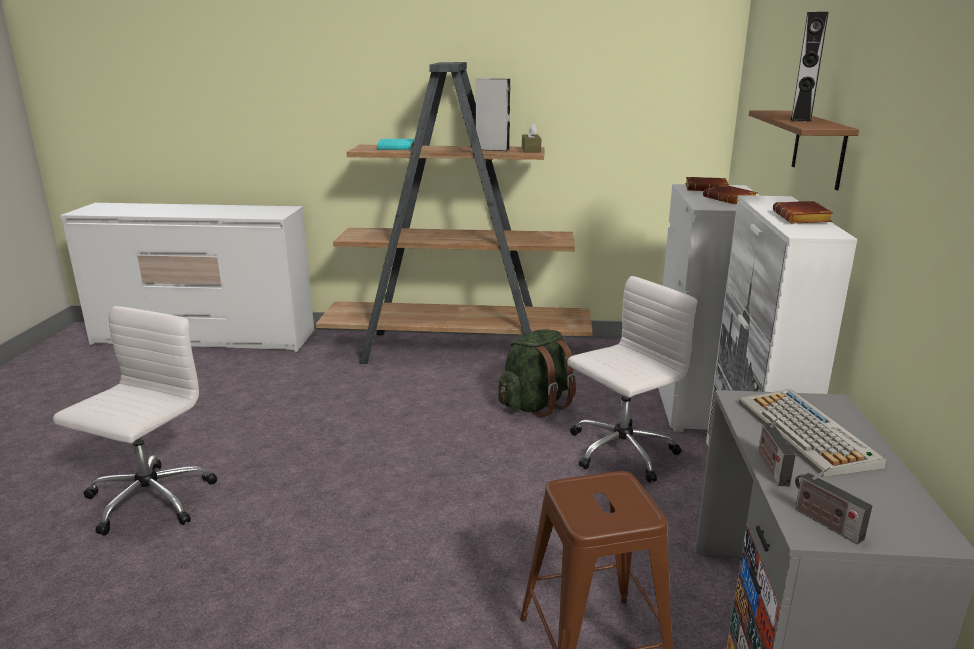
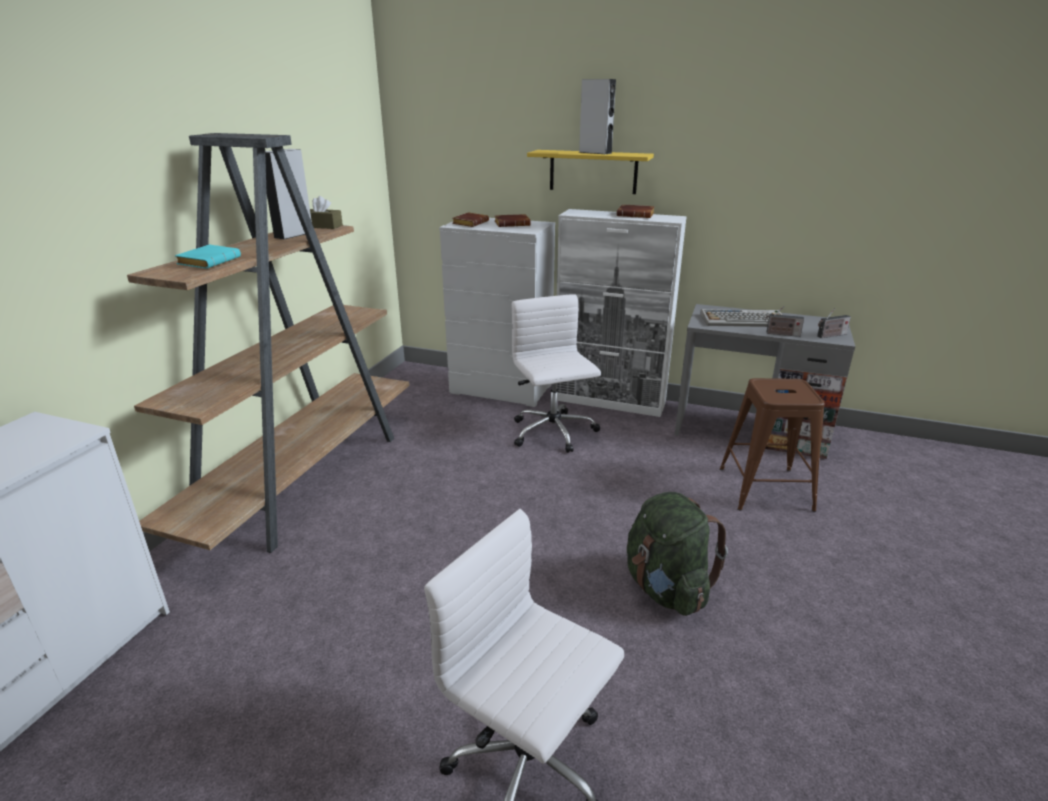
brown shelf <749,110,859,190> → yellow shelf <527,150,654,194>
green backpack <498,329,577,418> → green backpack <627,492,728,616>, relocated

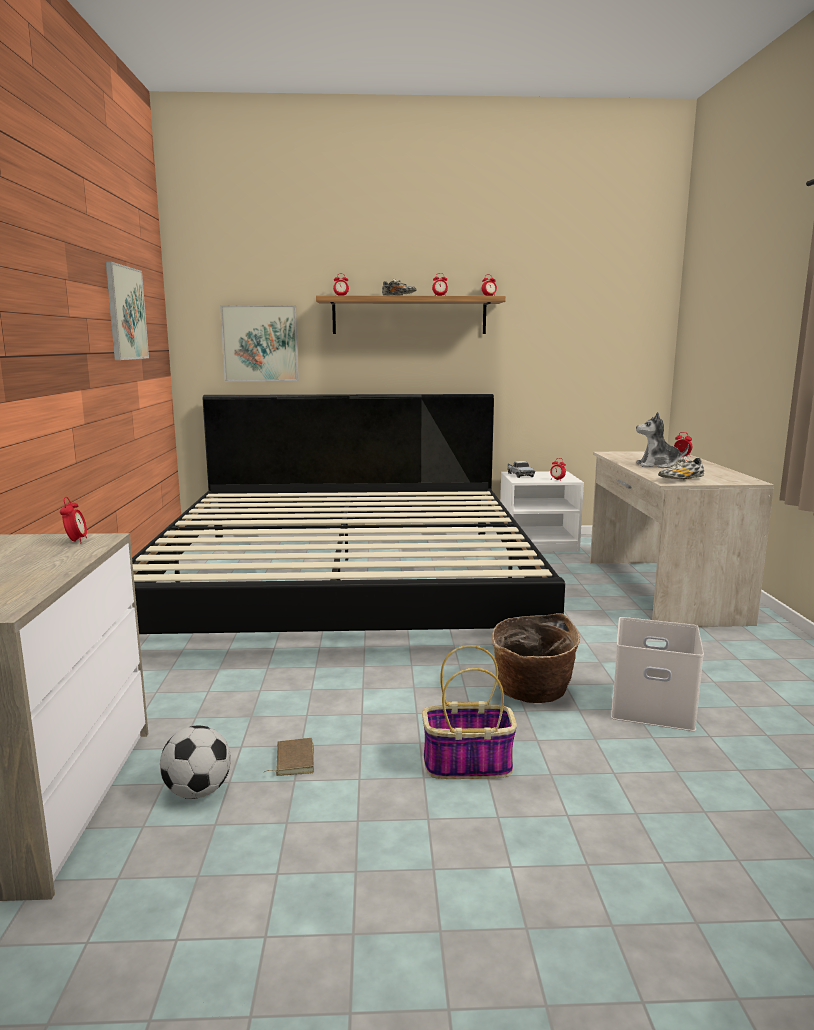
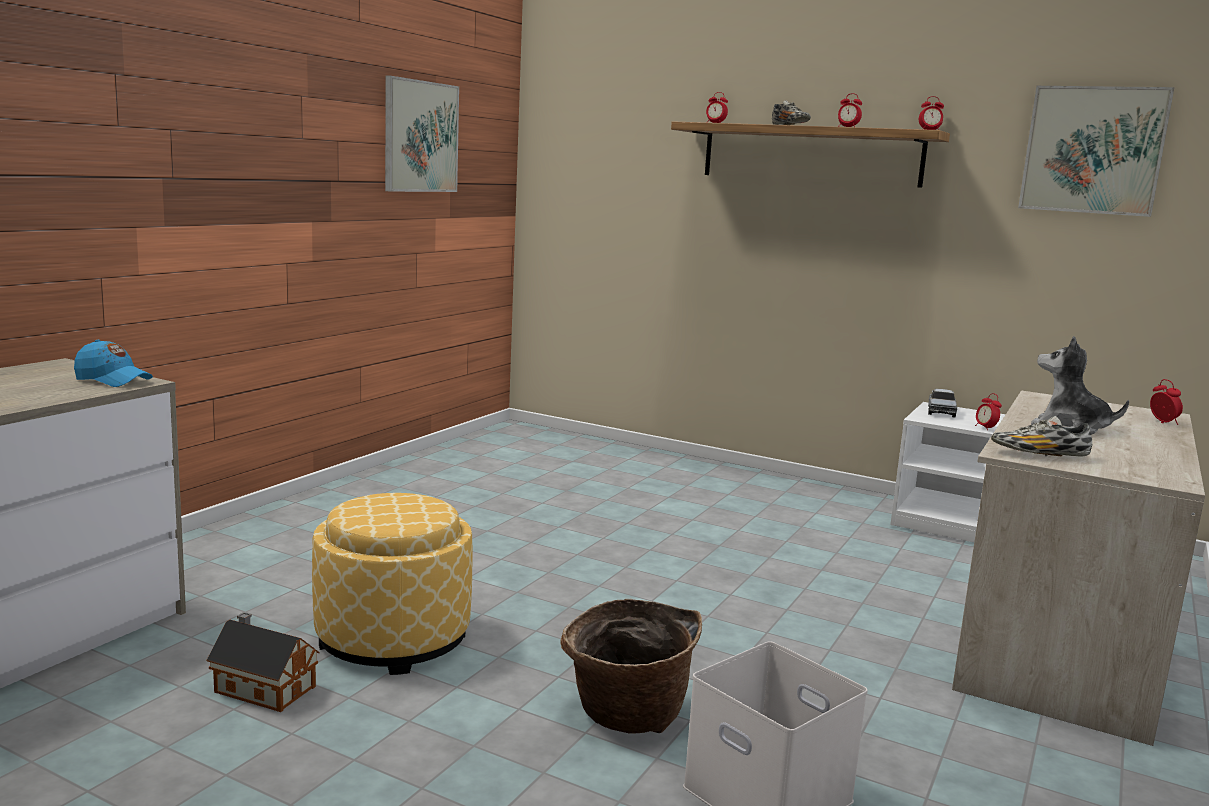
alarm clock <60,497,87,544> → blue cap <74,340,153,387>
brown book <264,738,314,776> → toy house <206,612,320,712>
- → ottoman <312,493,472,675>
picture <220,305,299,381> → picture <1018,86,1174,217>, relocated
bed <132,394,565,634> → -
football <160,726,231,799> → -
basket <422,645,517,779> → -

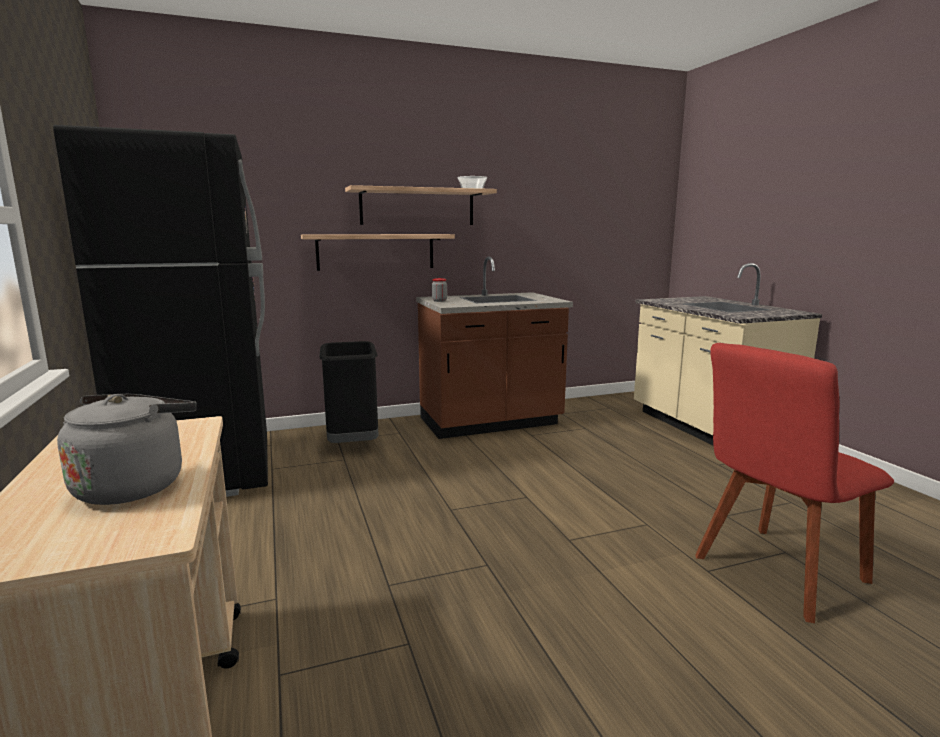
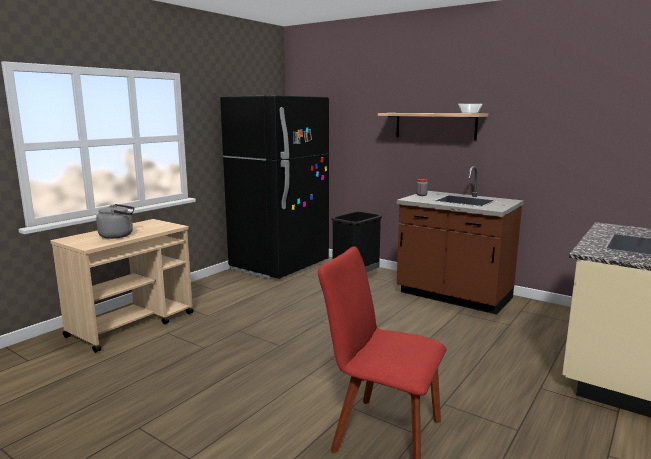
shelf <301,234,455,271> → -

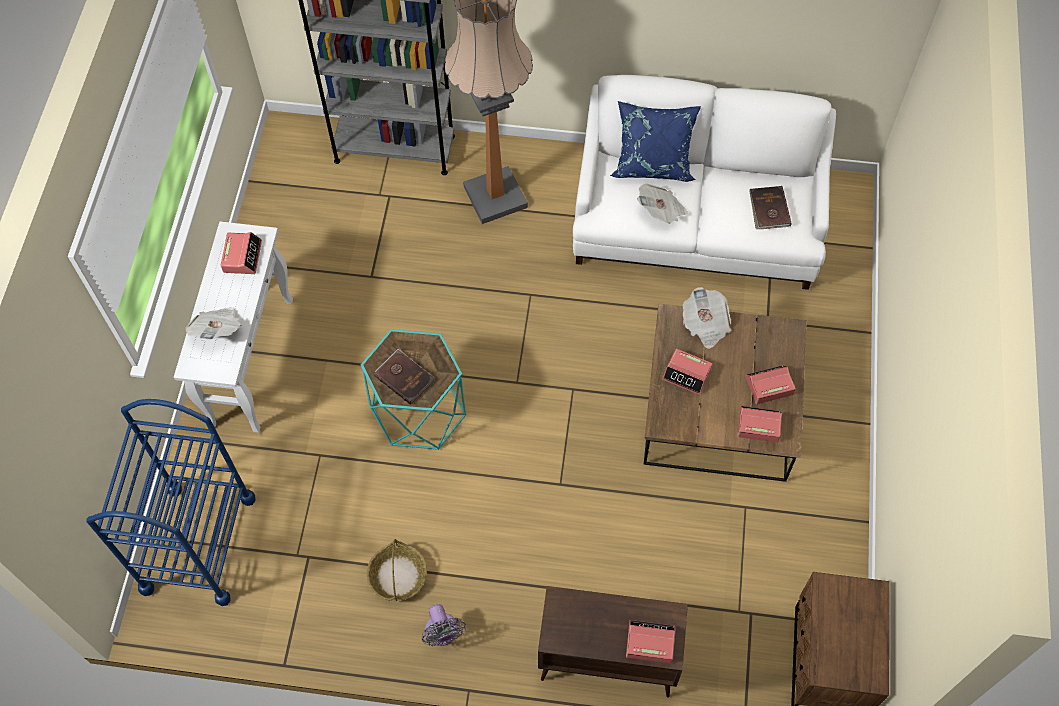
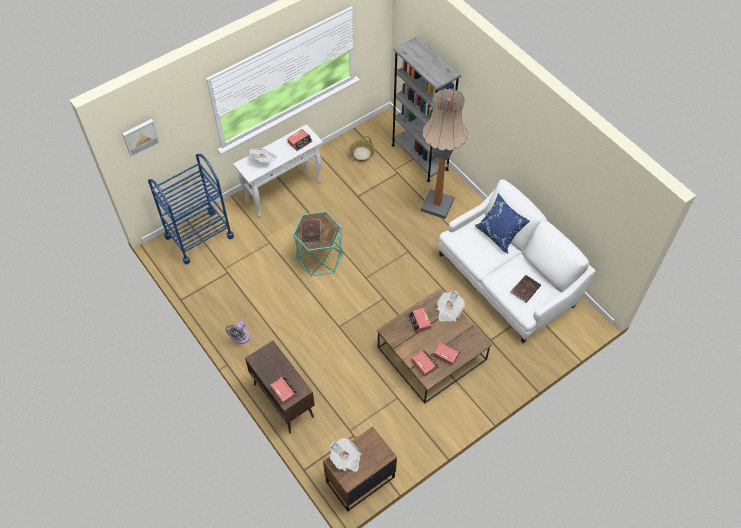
- → picture <122,119,160,157>
newspaper <637,184,688,224> → newspaper <330,438,361,472>, relocated
basket <367,539,427,601> → basket <348,136,375,161>, relocated

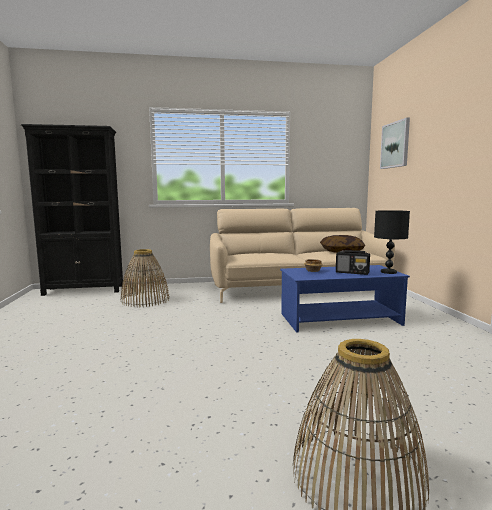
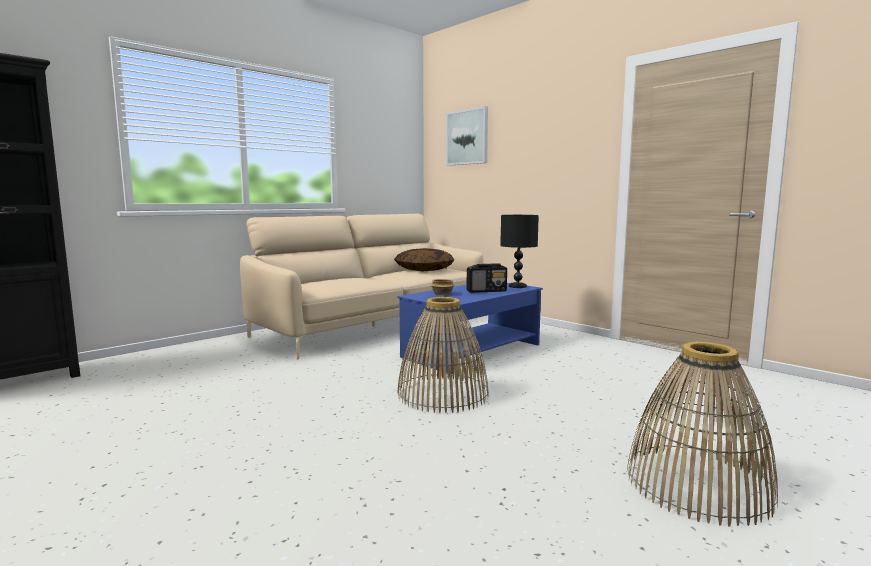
basket <121,249,170,307> → basket <397,297,489,413>, relocated

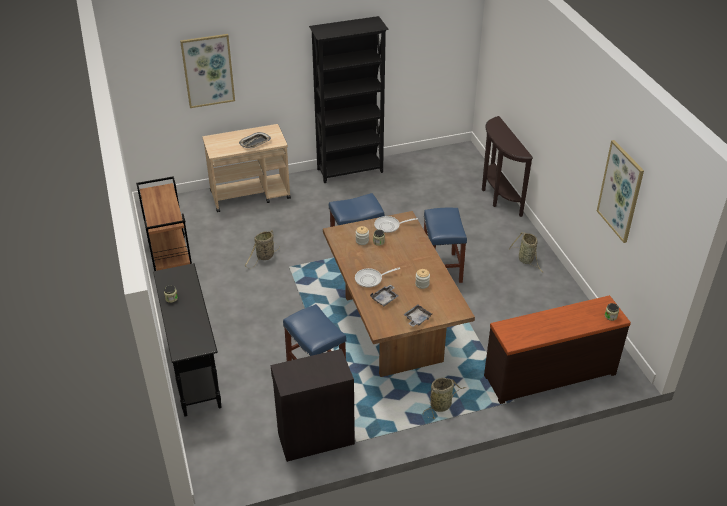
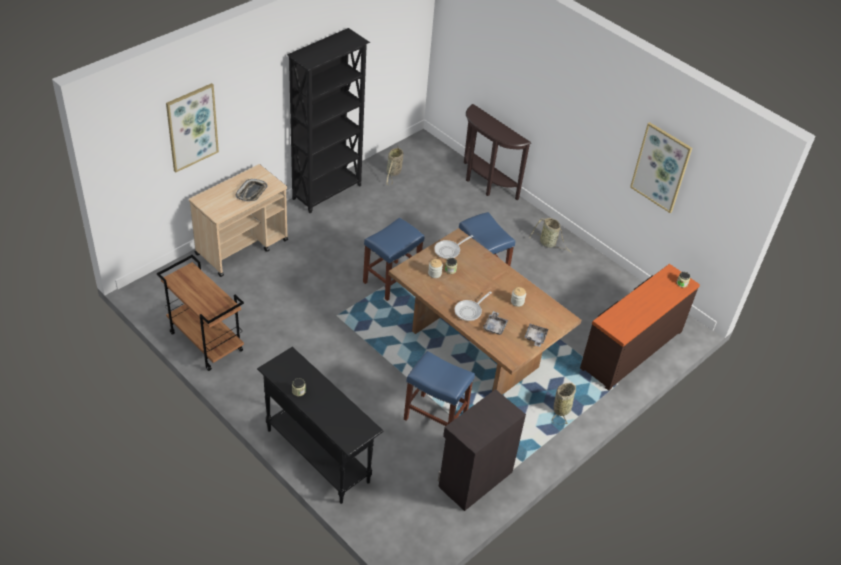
basket <245,230,280,269> → basket <386,146,403,186>, relocated

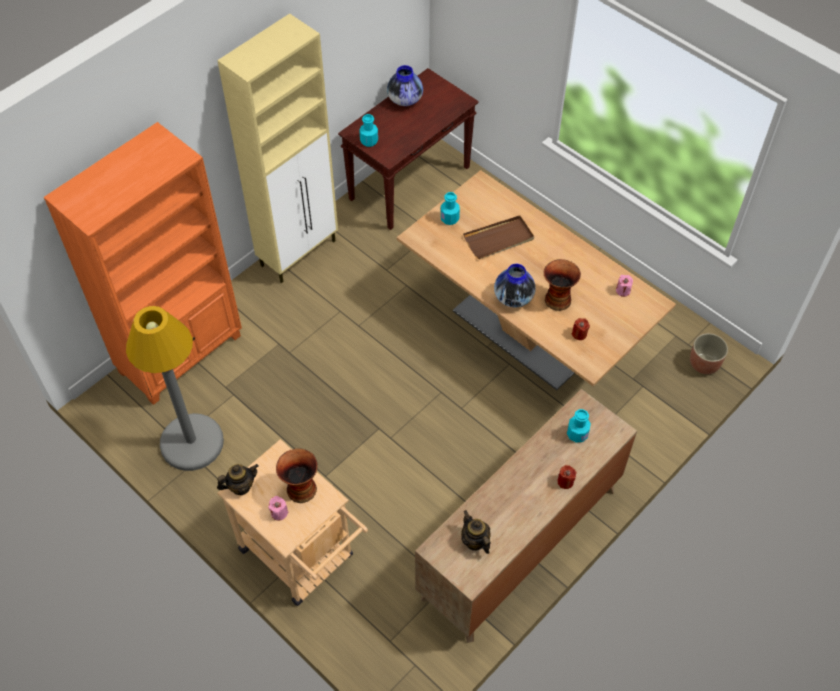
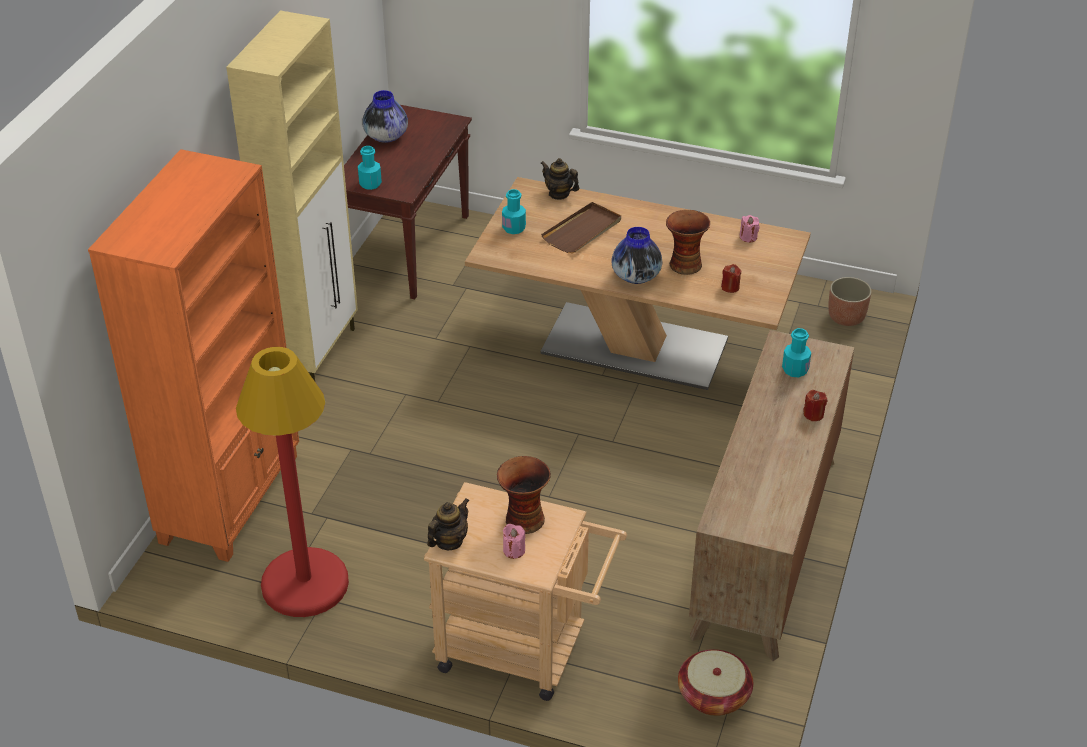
grey floor lamp <126,306,224,471> → red floor lamp <236,347,349,617>
teapot <461,510,491,554> → teapot <541,158,579,200>, relocated
- → basket <678,649,753,716>

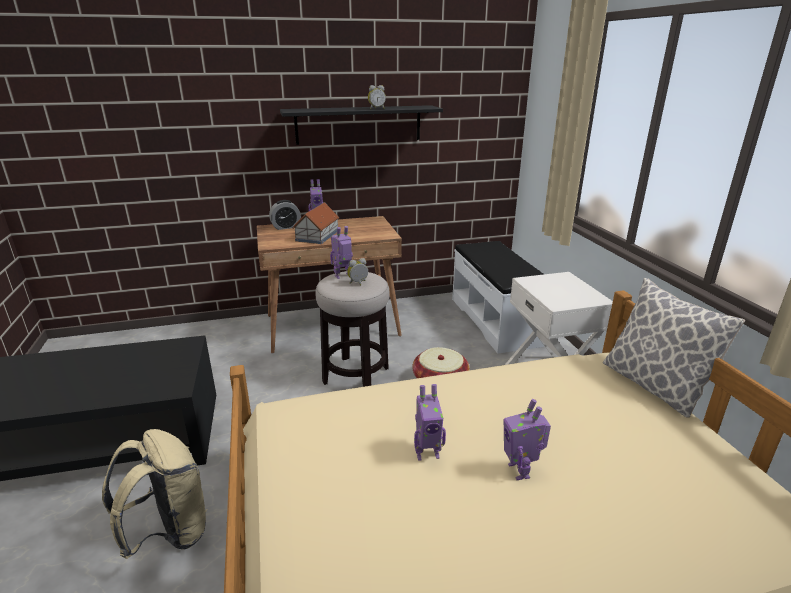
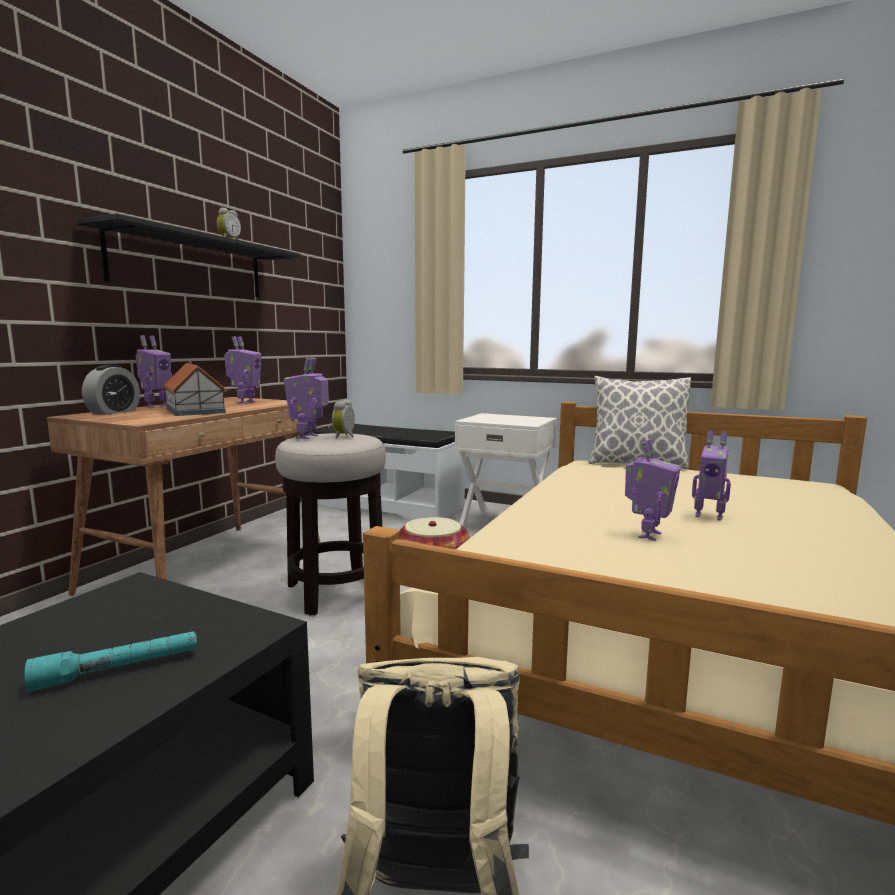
- → turquoise flashlight <25,631,197,692>
- → toy robot <224,336,261,404>

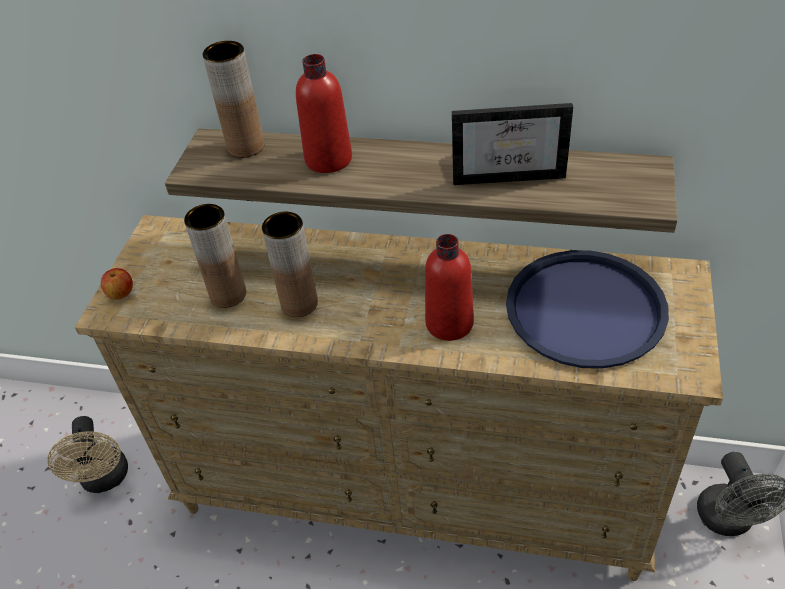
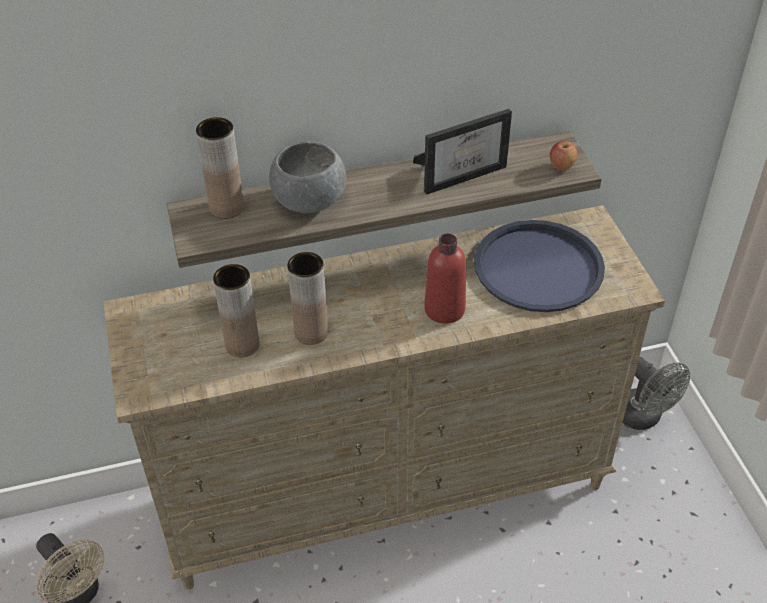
red bottle <296,54,352,173> → grey bowl <269,141,346,213>
apple <101,268,133,300> → apple <550,141,577,171>, relocated

